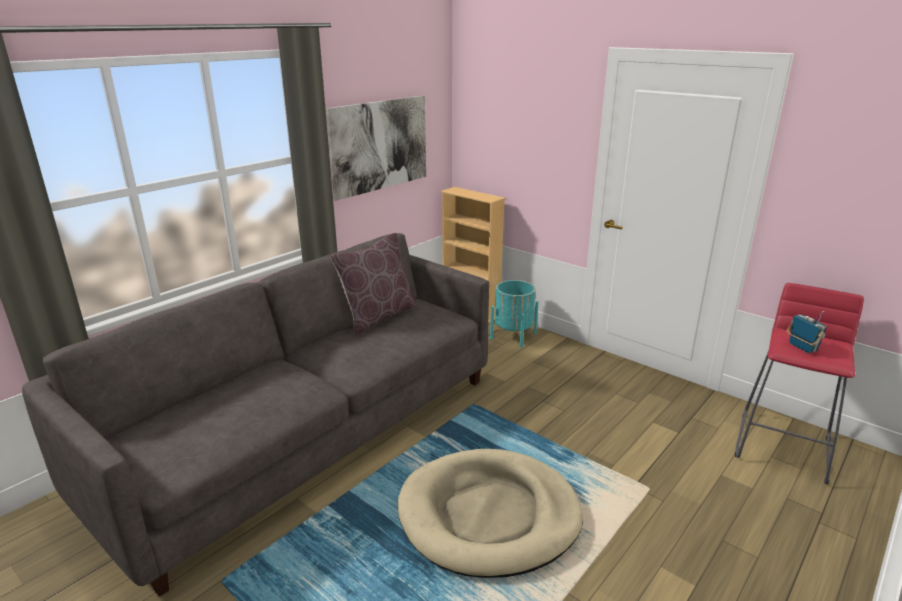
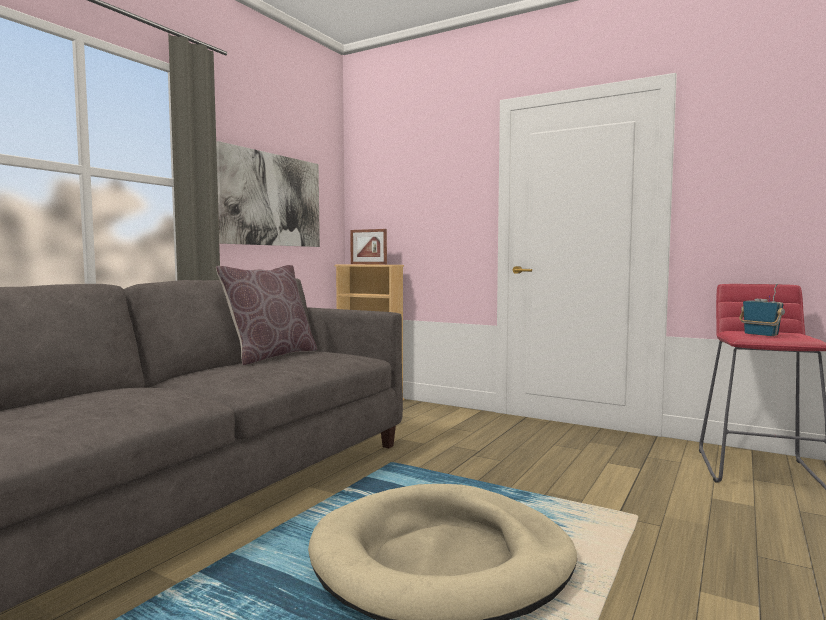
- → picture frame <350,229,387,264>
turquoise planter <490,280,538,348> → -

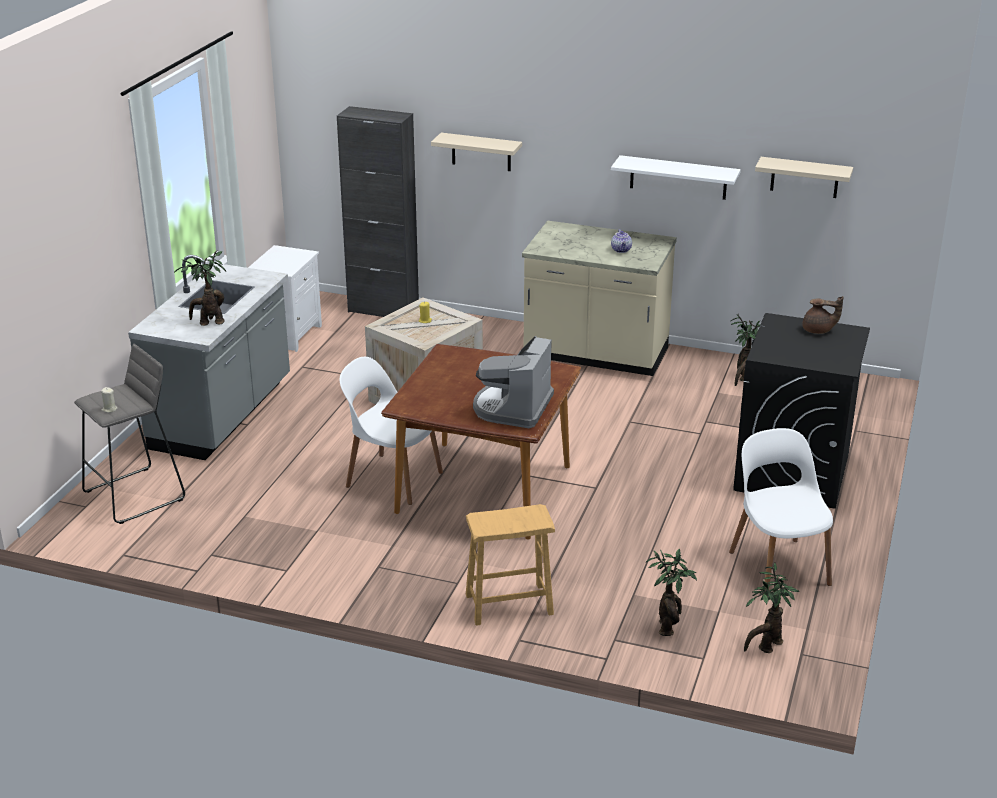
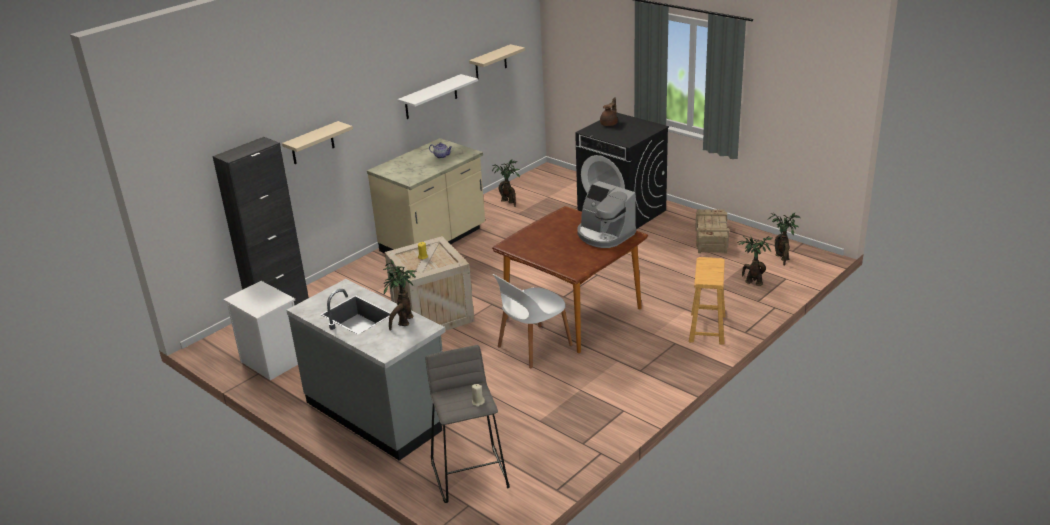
white chair <729,428,833,597> → crate <695,209,729,254>

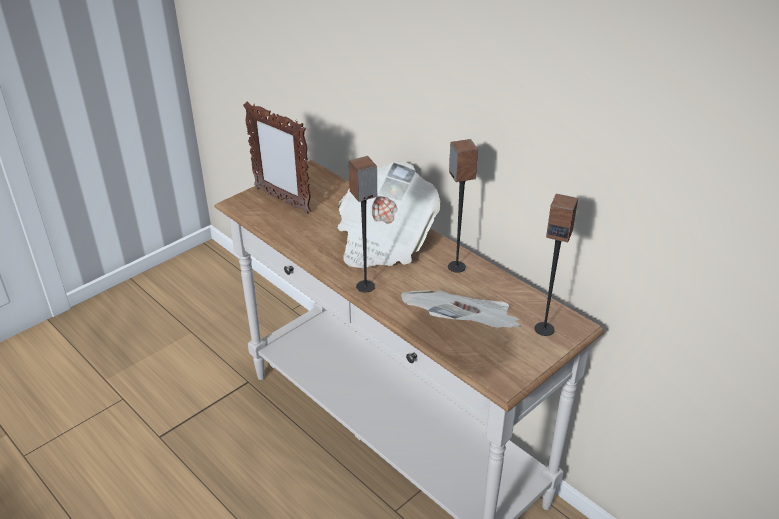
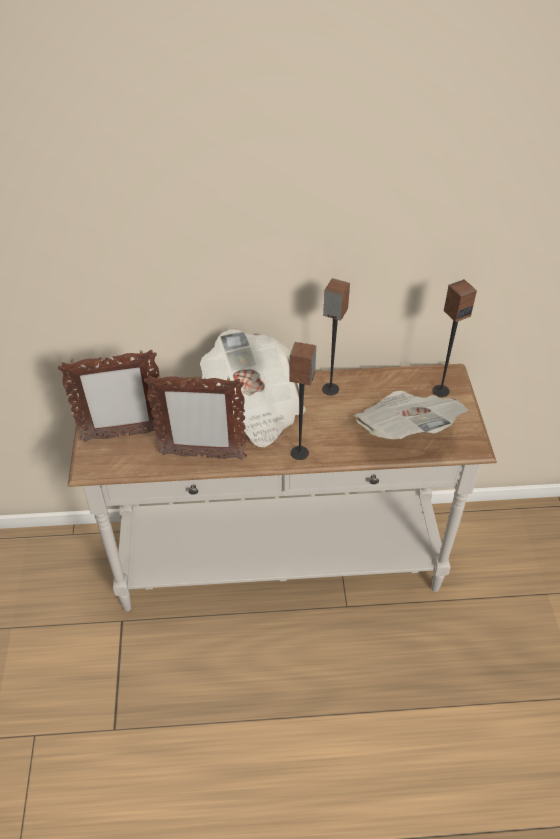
- → picture frame <144,375,247,460>

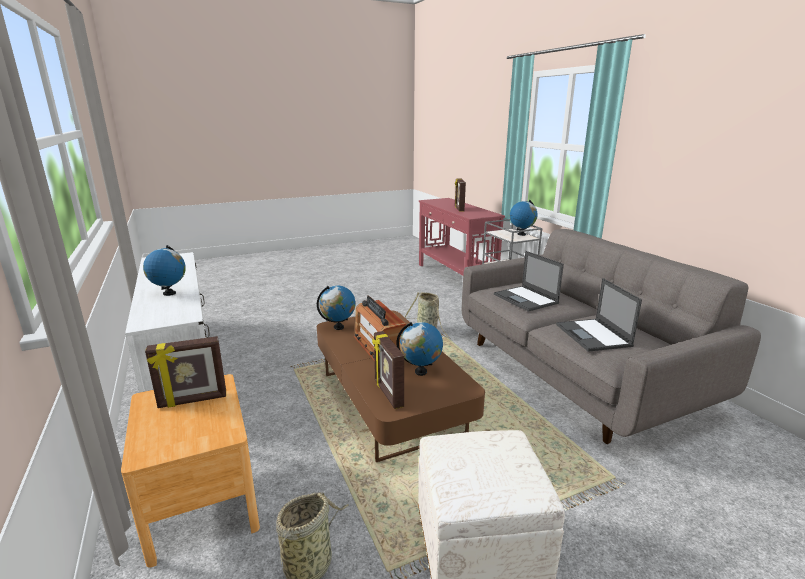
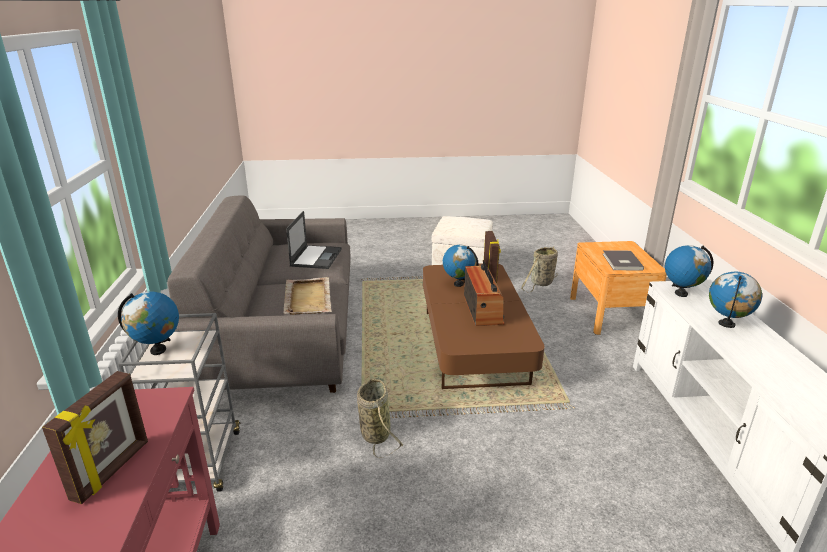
laptop <494,251,564,312> → beige tray <283,277,332,315>
picture frame <145,336,226,408> → grey book <603,250,644,271>
globe <317,285,356,330> → globe <665,245,713,297>, relocated

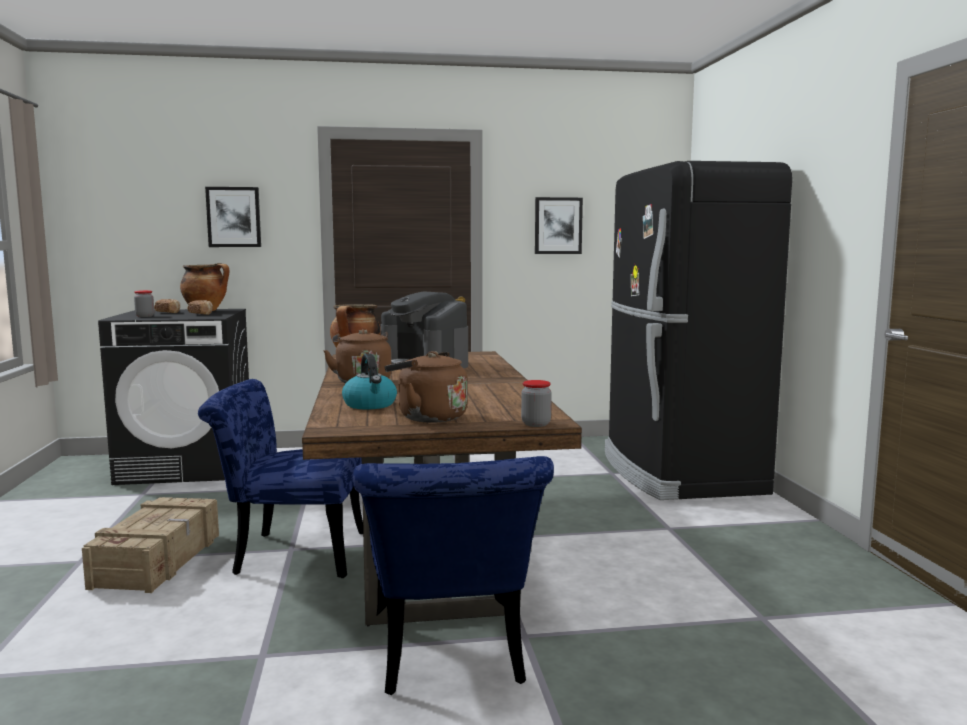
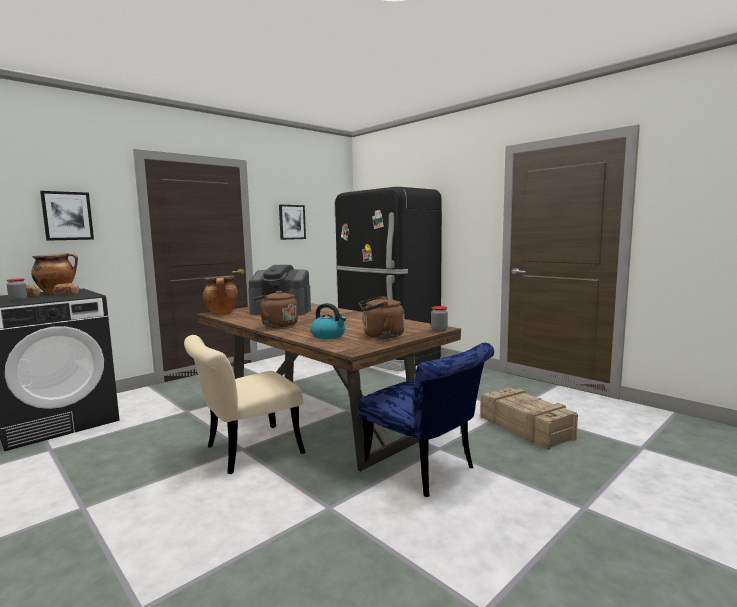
blue chair <198,379,363,578> → beige chair <184,335,306,474>
crate <82,497,219,593> → crate <480,387,578,450>, relocated

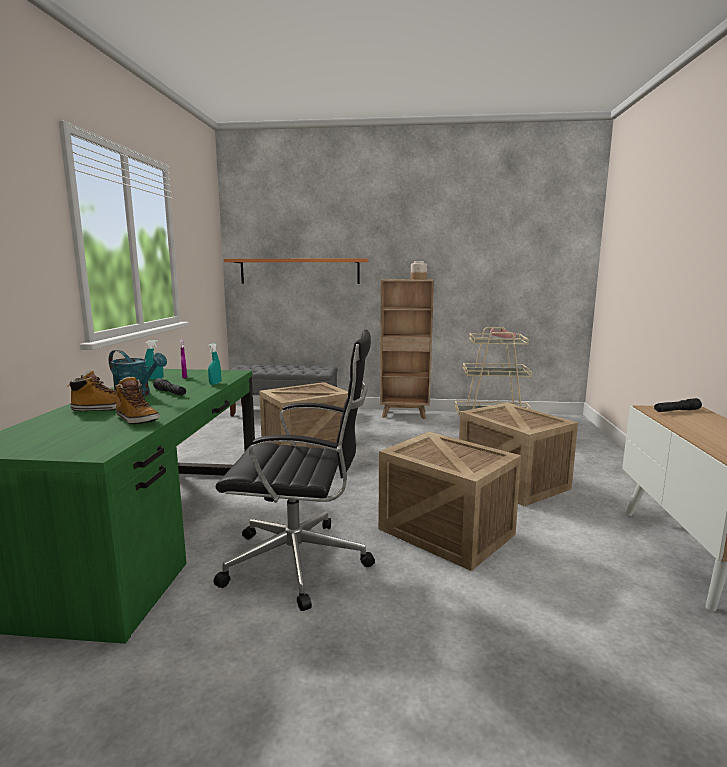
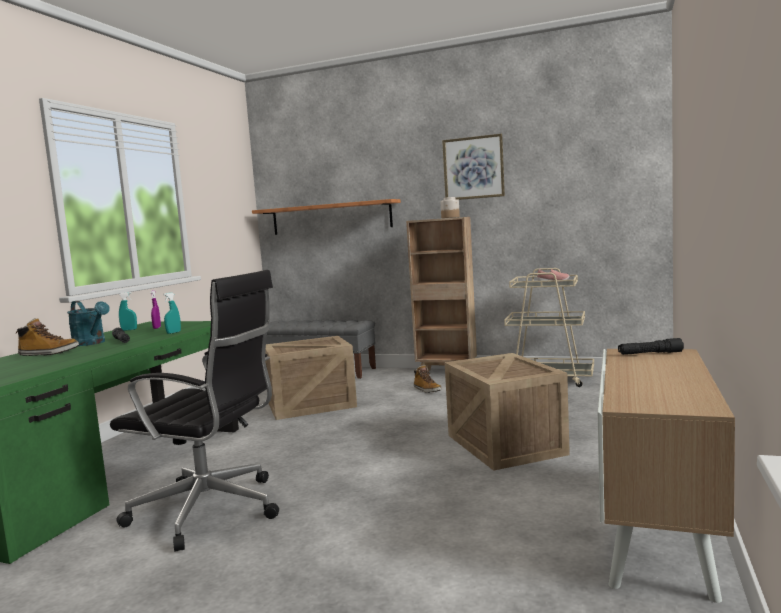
boot <115,376,160,425> → boot <414,365,442,393>, relocated
- → picture <442,134,505,200>
crate <378,432,521,571> → -

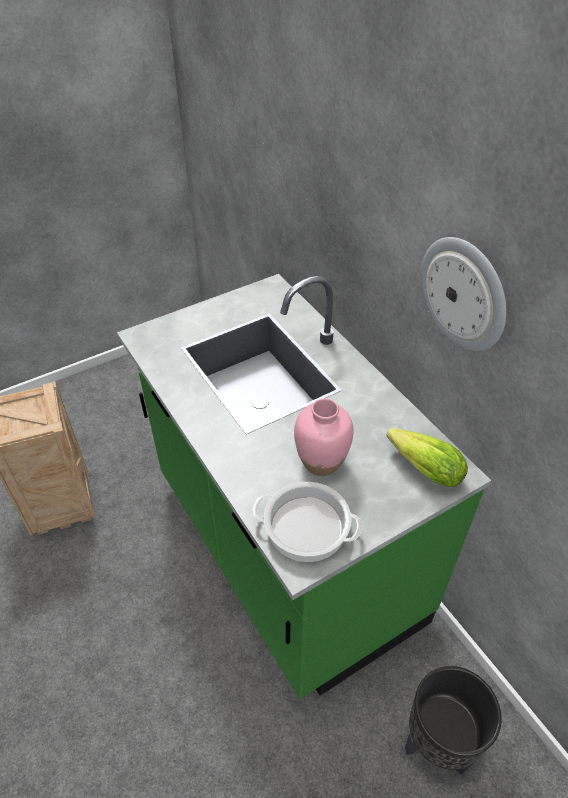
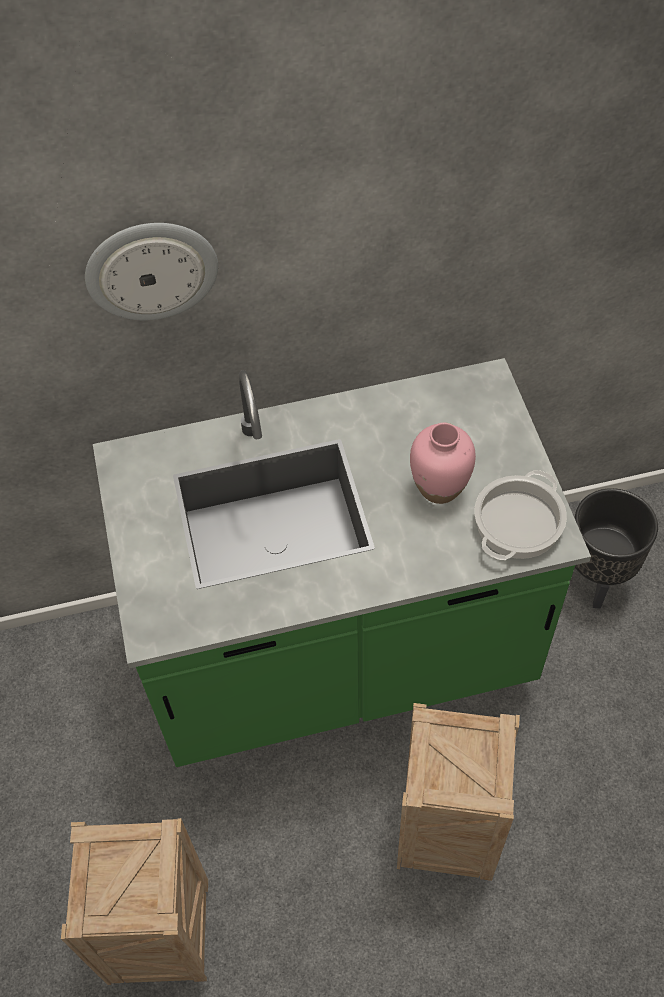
wall clock <421,237,506,351> → wall clock <85,223,218,320>, relocated
- → crate <397,703,520,881>
lettuce <387,428,468,487> → -

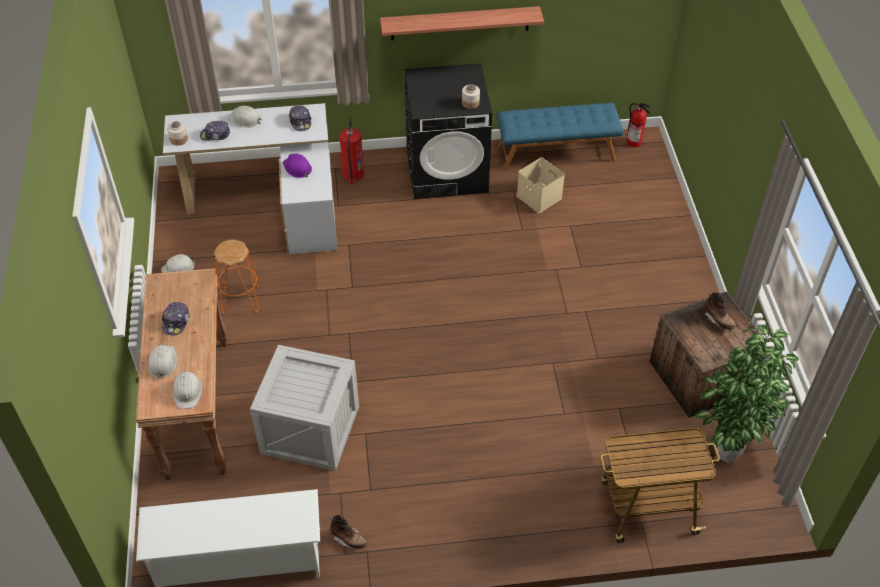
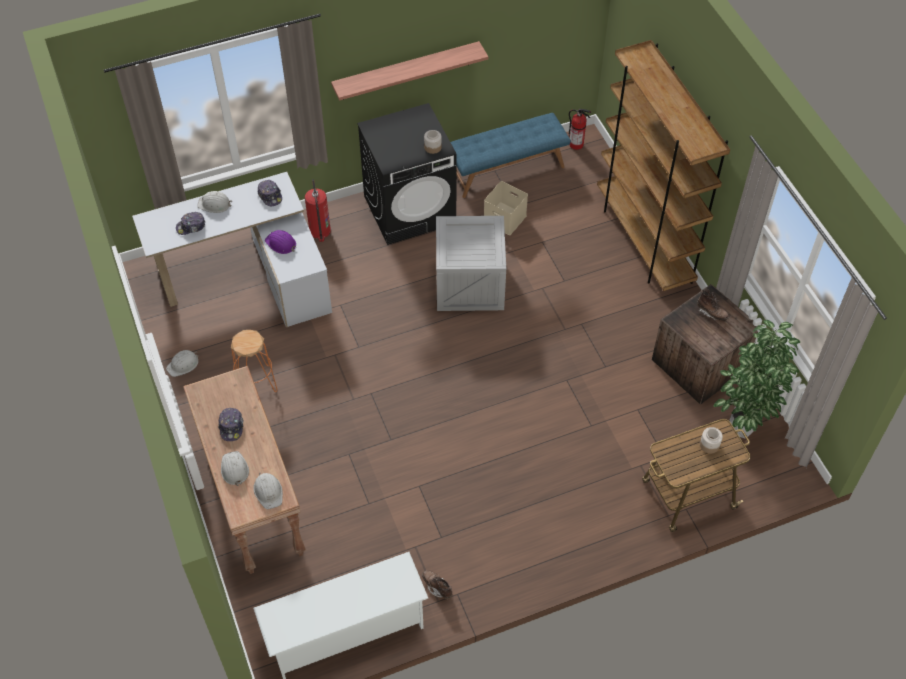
brown boot <330,515,368,549> → brown boot <422,570,452,599>, 150 degrees counterclockwise
crate <250,345,359,471> → crate <436,216,506,311>, relocated
- → brown bookcase <597,40,730,291>
jar <167,121,188,145> → jar <700,427,723,454>, relocated

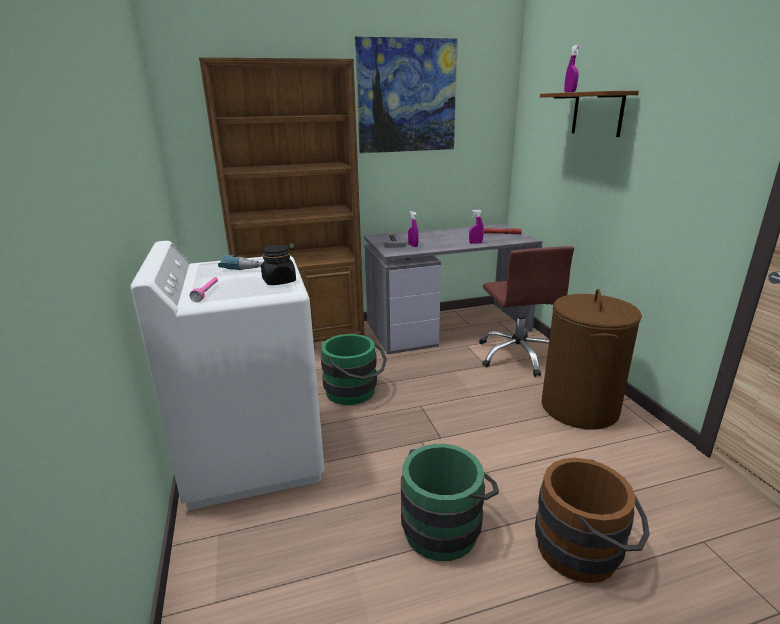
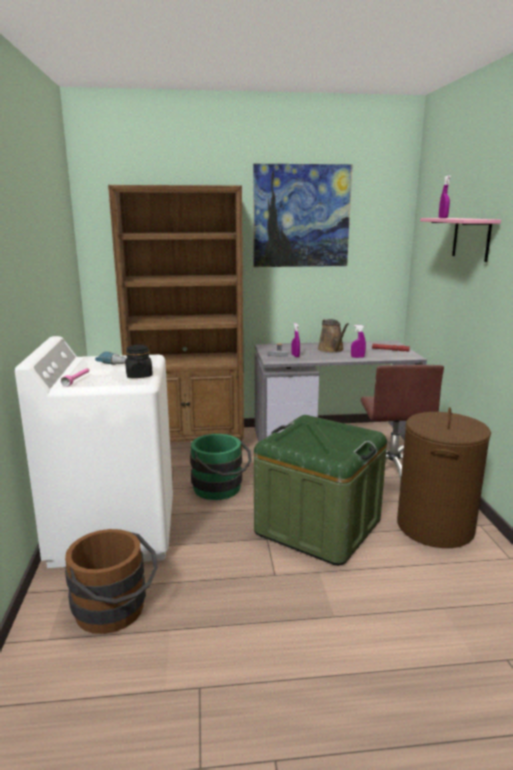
brown bucket <535,458,650,583> → brown bucket <65,529,158,634>, relocated
- → green storage box <254,415,387,566>
- → brown watering can <318,319,349,353>
brown shelf <540,91,639,137> → pink shelf <420,218,501,262>
green bucket <401,444,499,561> → -

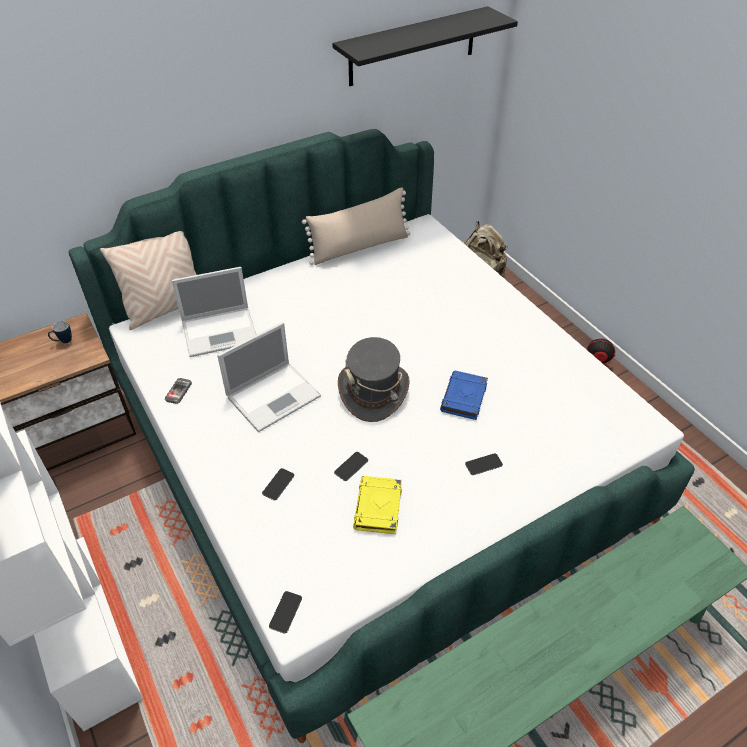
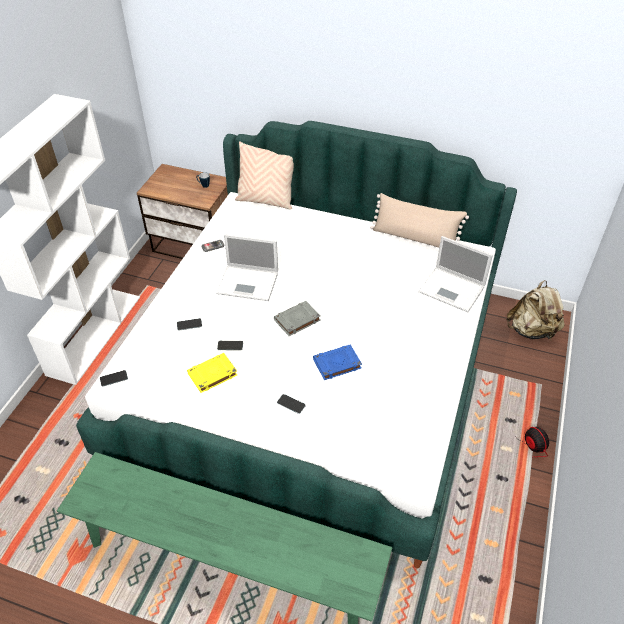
grey hat <338,337,410,422> → grey book <274,301,321,336>
laptop <172,267,257,357> → laptop <418,236,493,312>, relocated
black shelf <332,6,518,86> → -

